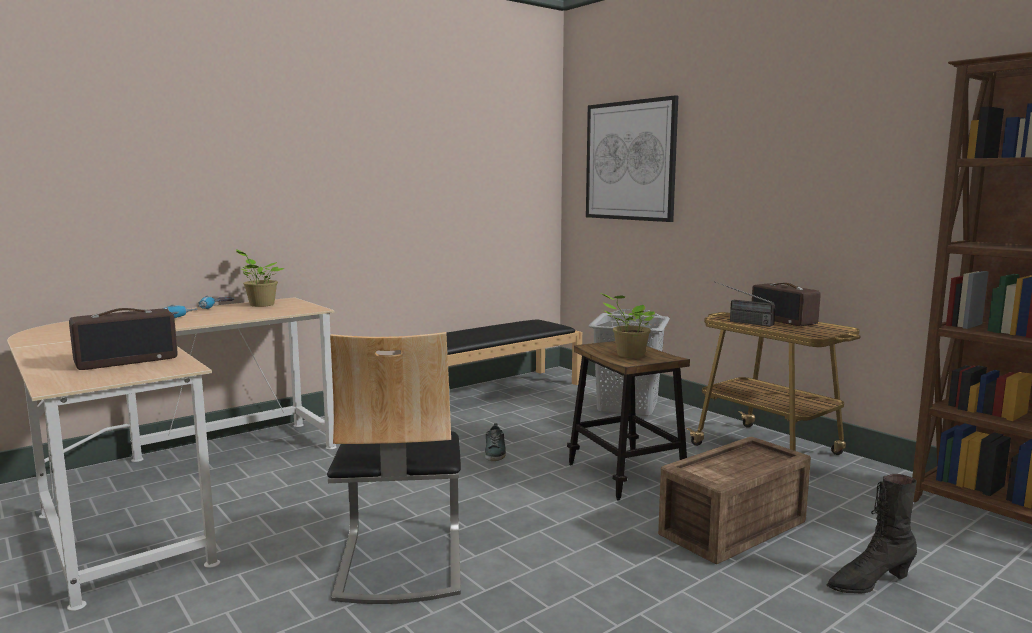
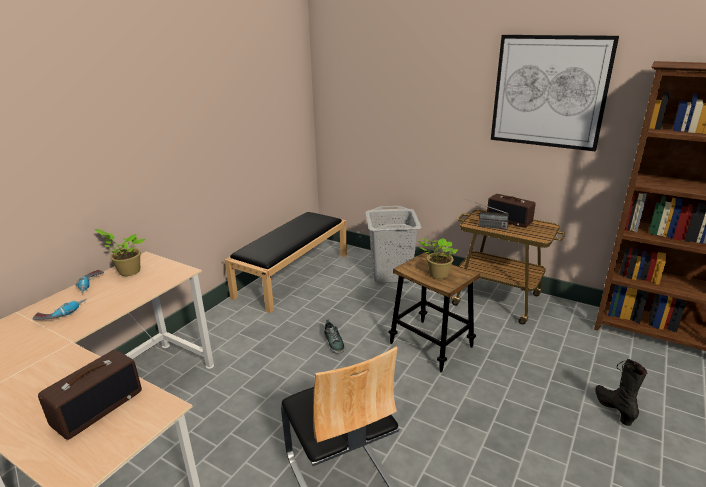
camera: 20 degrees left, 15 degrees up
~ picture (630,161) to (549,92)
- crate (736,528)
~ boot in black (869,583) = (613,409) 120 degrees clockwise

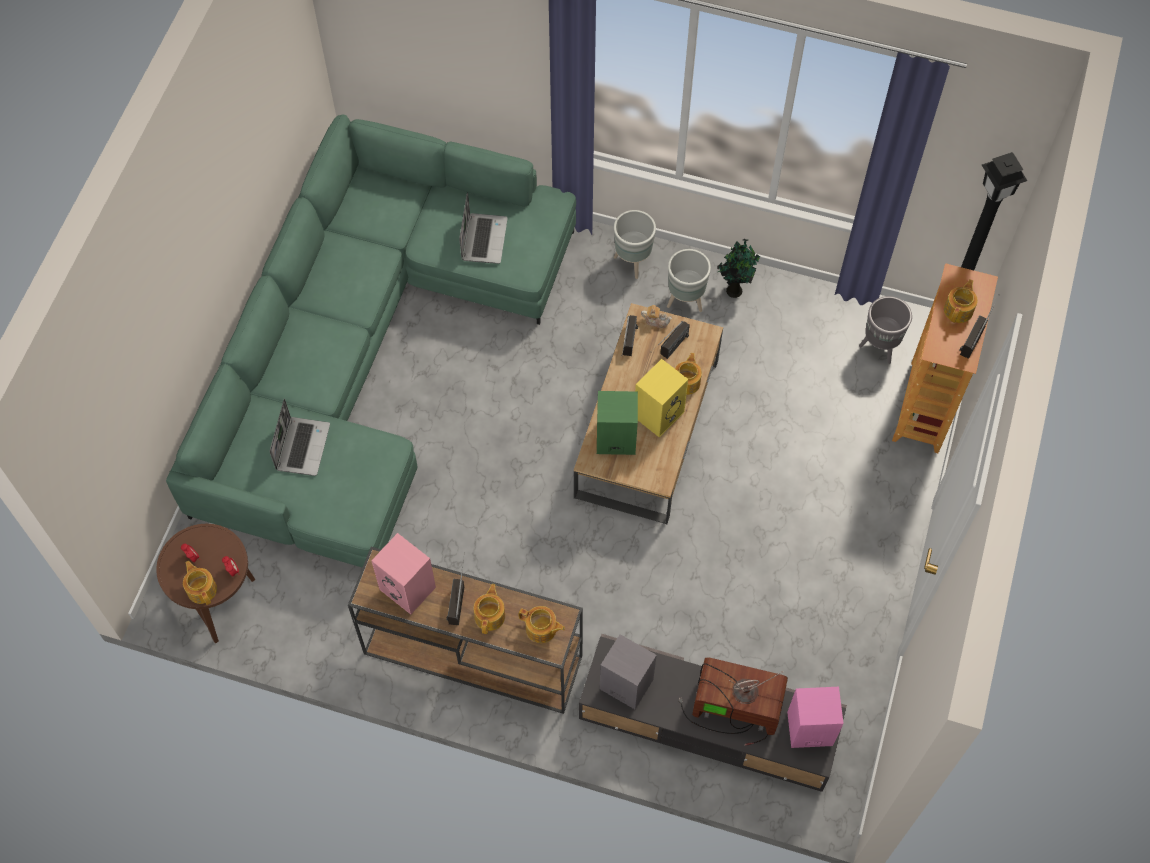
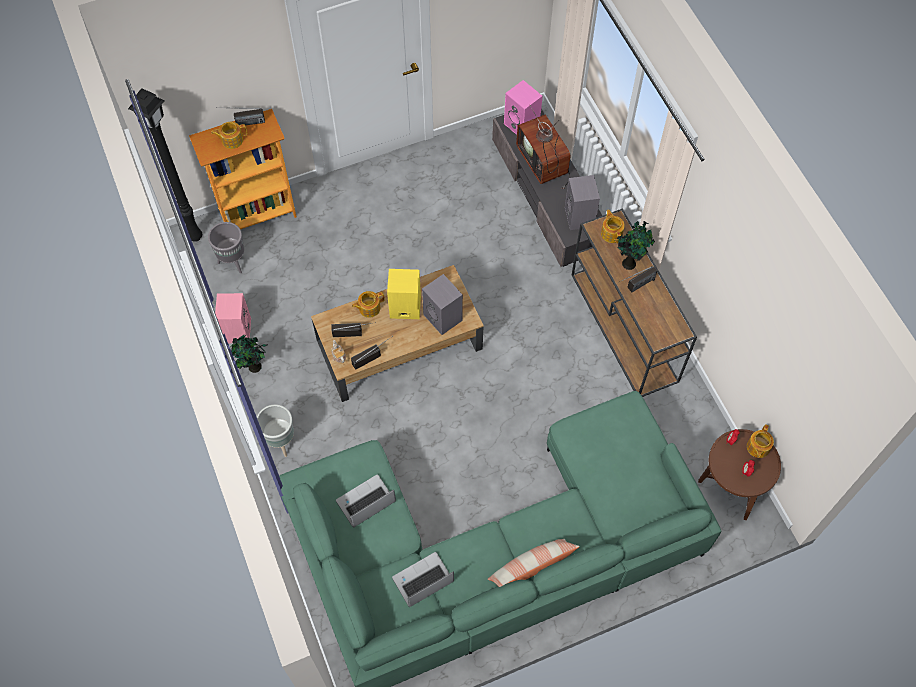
camera: 130 degrees left, 0 degrees up
~ laptop (302,446) to (422,581)
~ speaker in pink (409,588) to (236,329)
~ teapot (490,615) to potted plant (629,262)
~ speaker in green (614,440) to speaker in grey (444,318)
- planter in grey (686,300)
+ pillow (531,567)

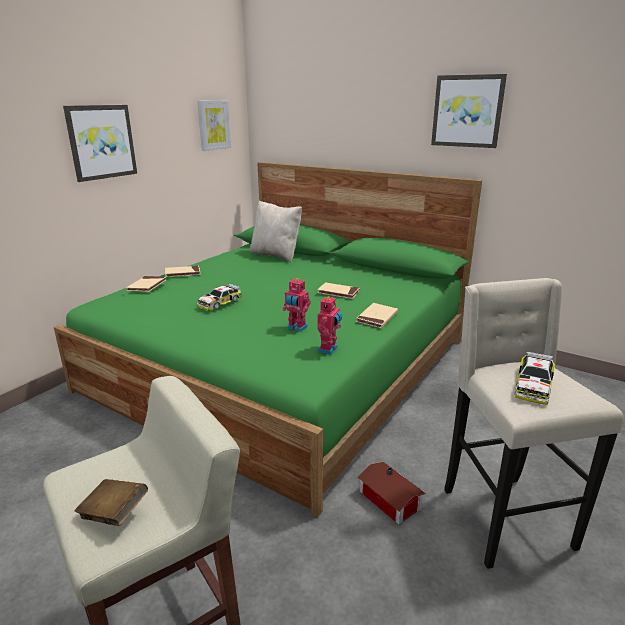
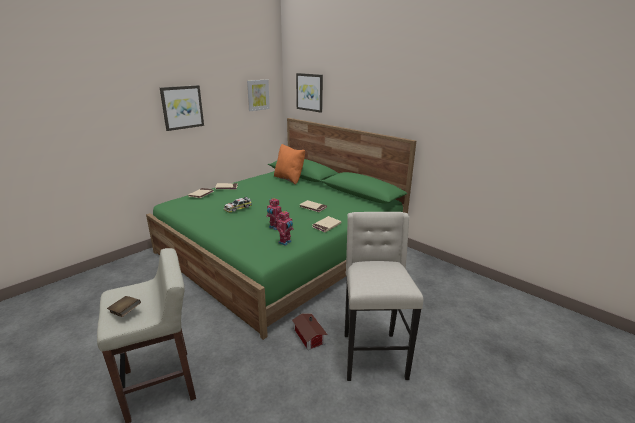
camera: 10 degrees right, 0 degrees up
~ pillow in beige (276,255) to pillow in orange (289,179)
~ picture (467,111) to (309,92)
- toy car (533,385)

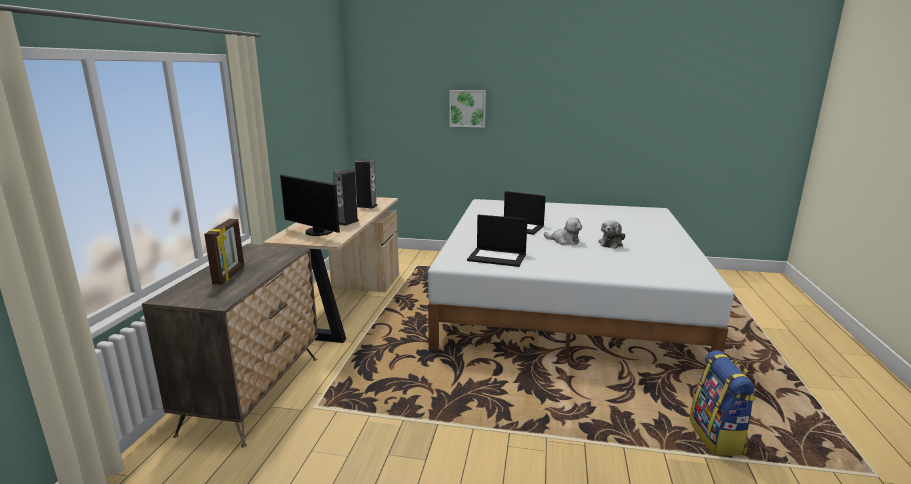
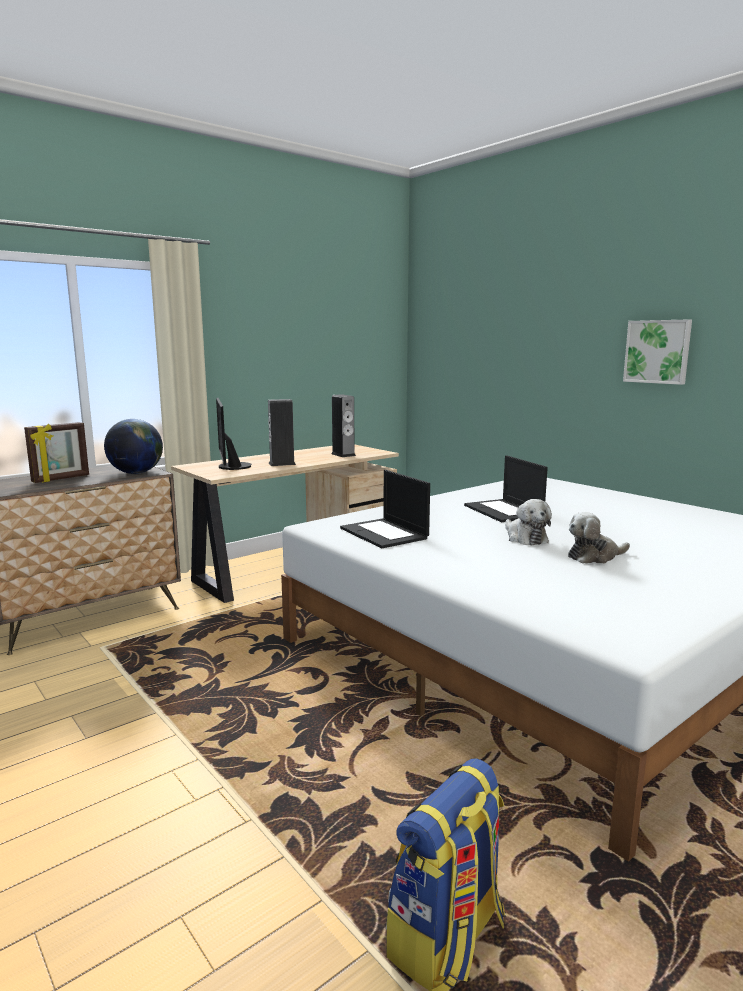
camera: 40 degrees right, 5 degrees down
~ picture (467,108) to (657,351)
+ globe (136,473)

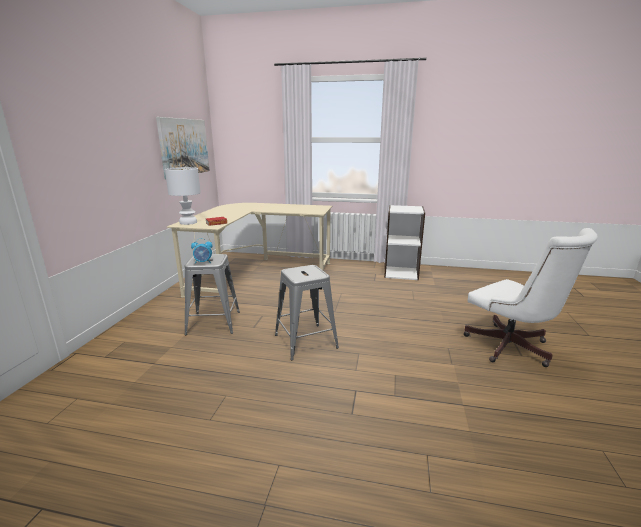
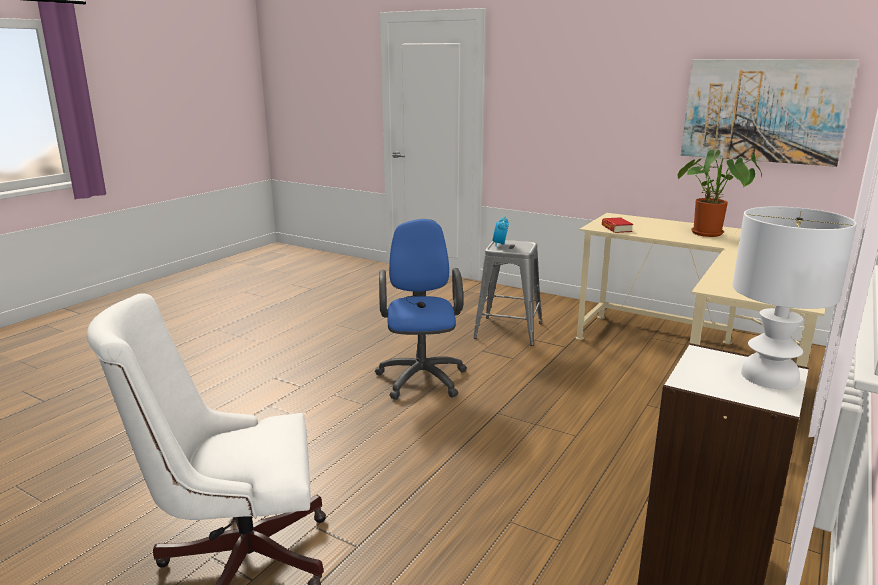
camera: 110 degrees right, 0 degrees up
~ table lamp in white (188,222) to (767,376)
~ stool in grey (306,341) to office chair in blue (421,376)
+ potted plant (711,234)

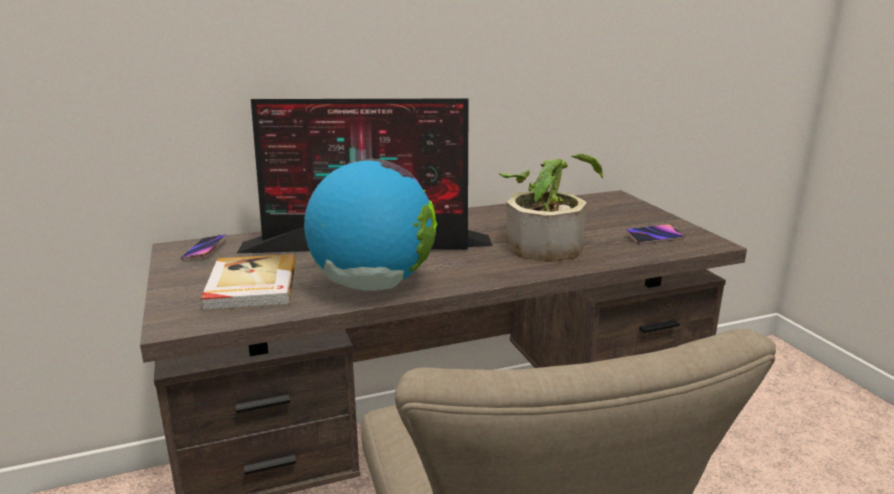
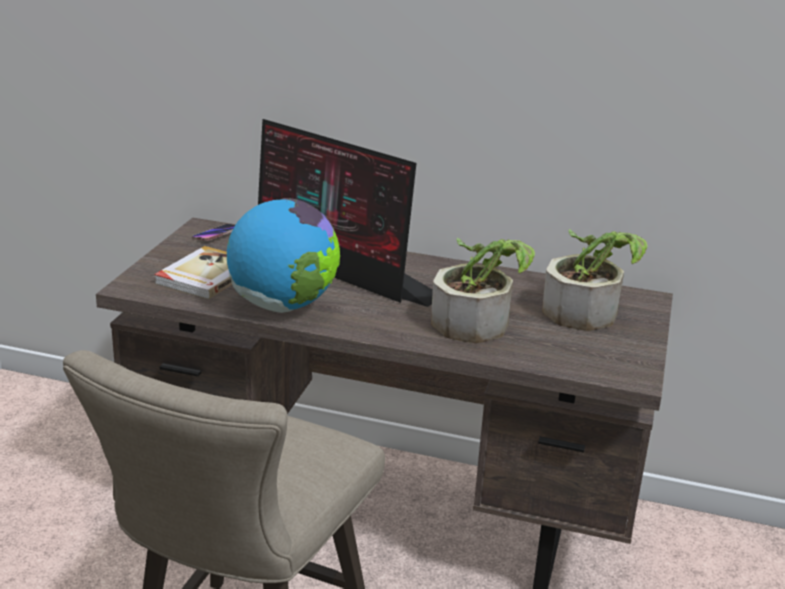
camera: 35 degrees right, 5 degrees up
- phone (653,237)
+ potted plant (588,310)

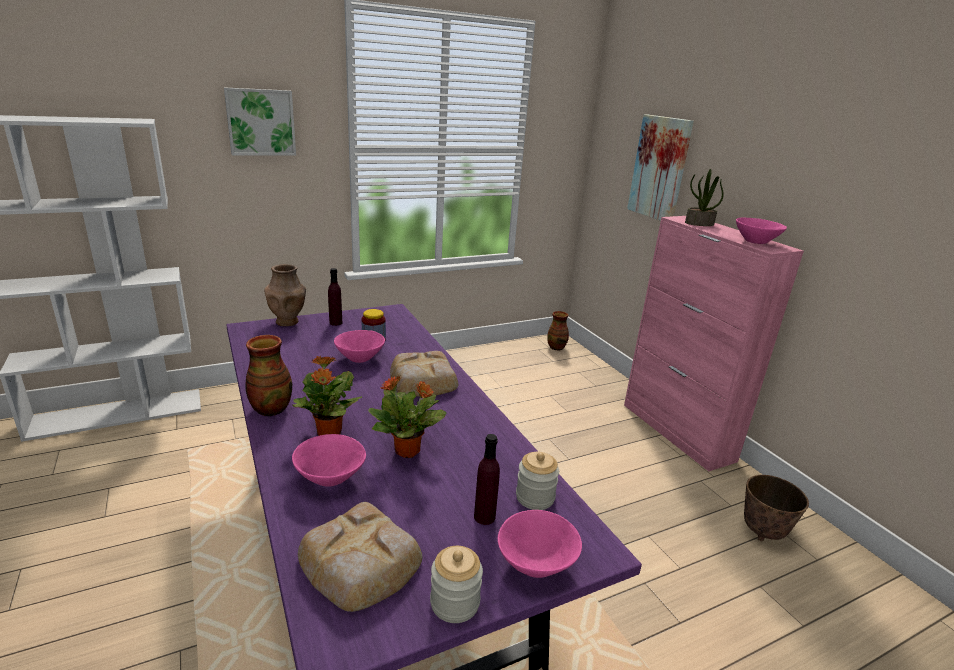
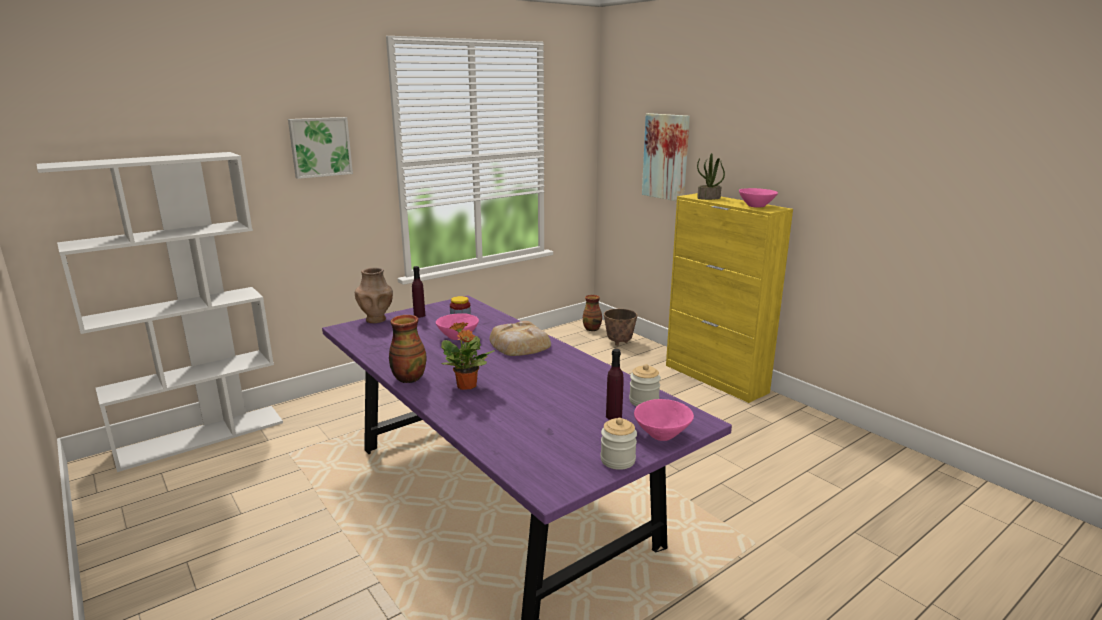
camera: 10 degrees left, 5 degrees down
- bowl in pink (331,478)
- bread (360,563)
- potted plant (408,451)
~ cabinet in pink (677,432) to cabinet in yellow (715,379)
~ planter (763,532) to (619,342)

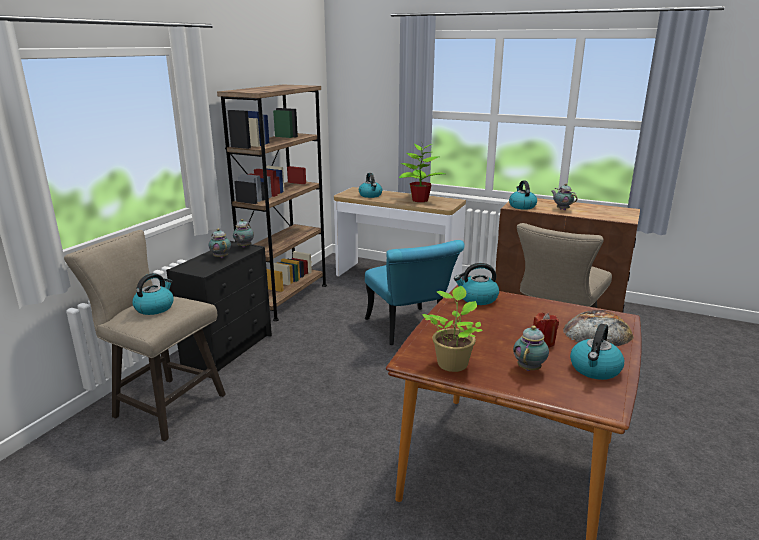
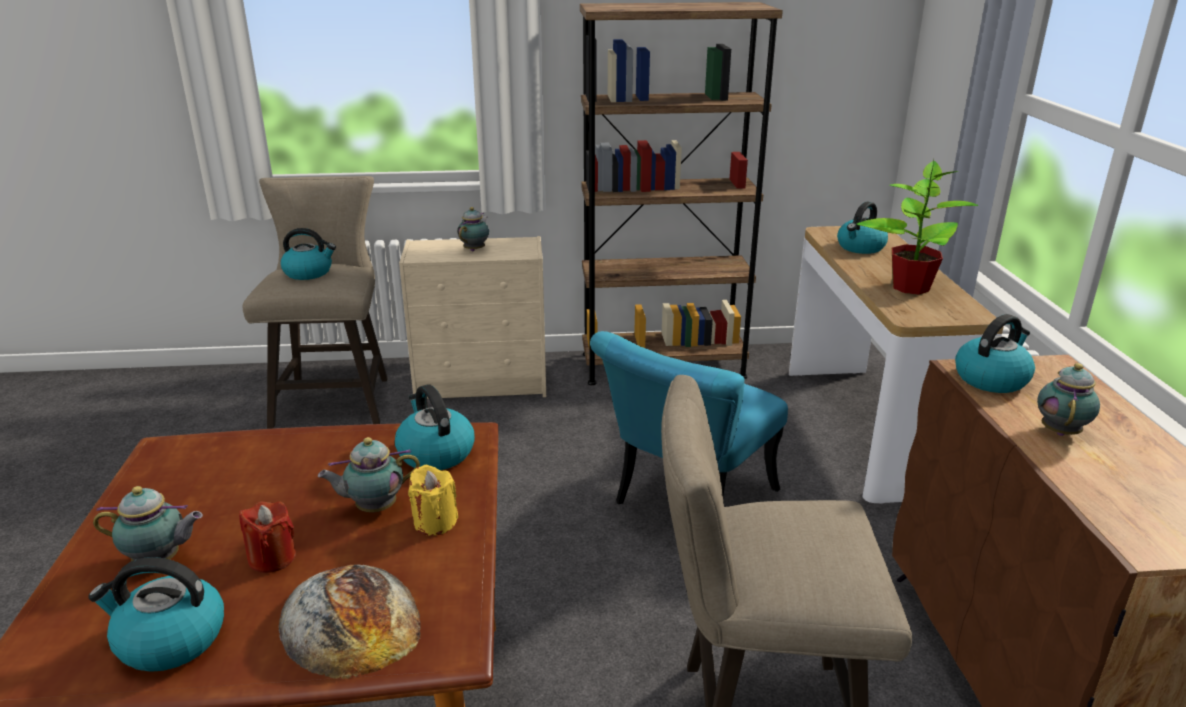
camera: 60 degrees right, 5 degrees up
~ dresser in black (229,349) to dresser in beige (483,384)
~ teapot (243,247) to (373,508)
- potted plant (452,363)
+ candle in yellow (435,522)

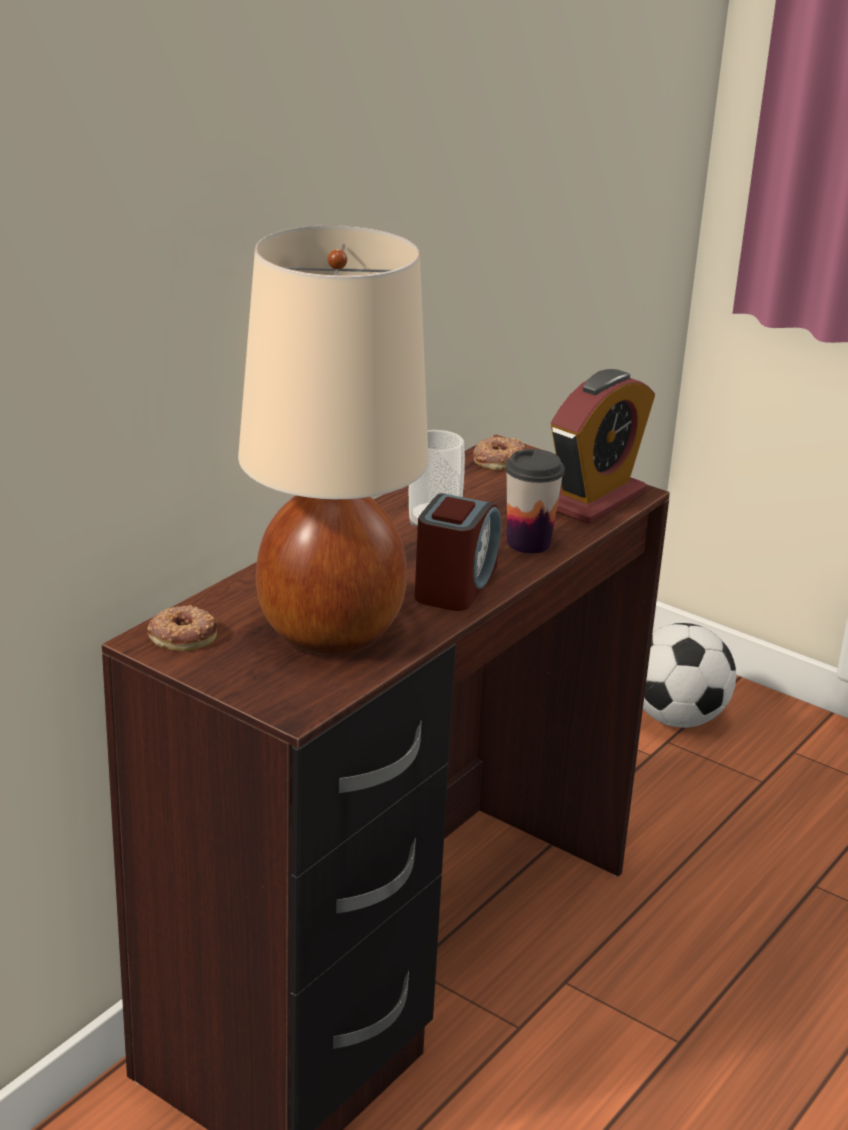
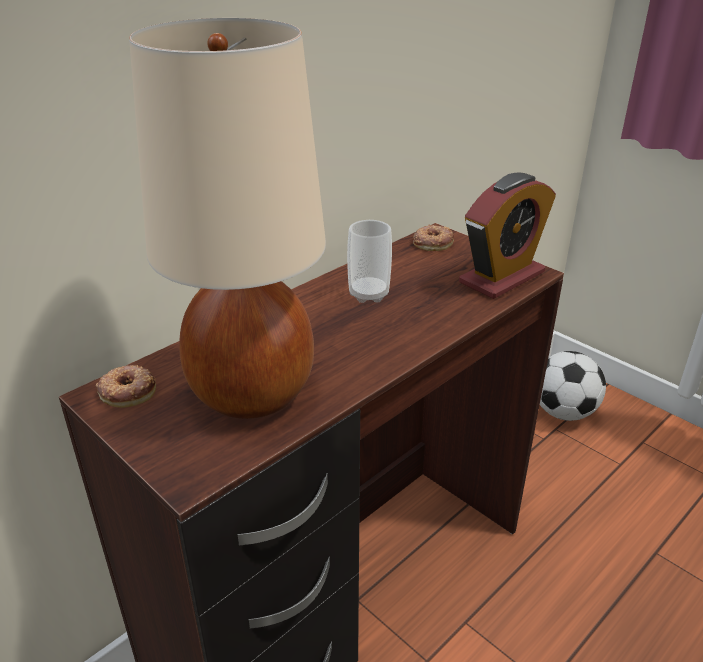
camera: 10 degrees right, 5 degrees up
- alarm clock (455,584)
- cup (528,543)

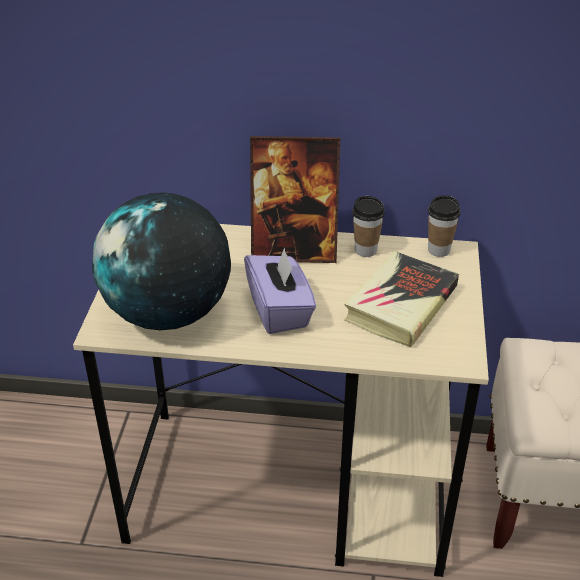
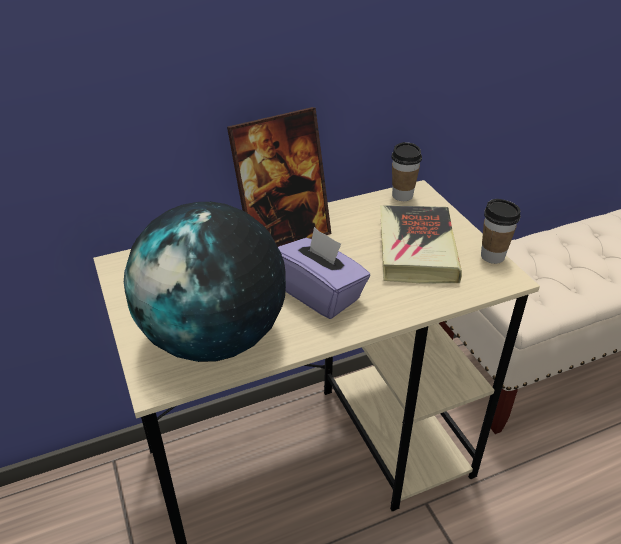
camera: 30 degrees left, 0 degrees up
~ cup (365,250) to (492,256)

